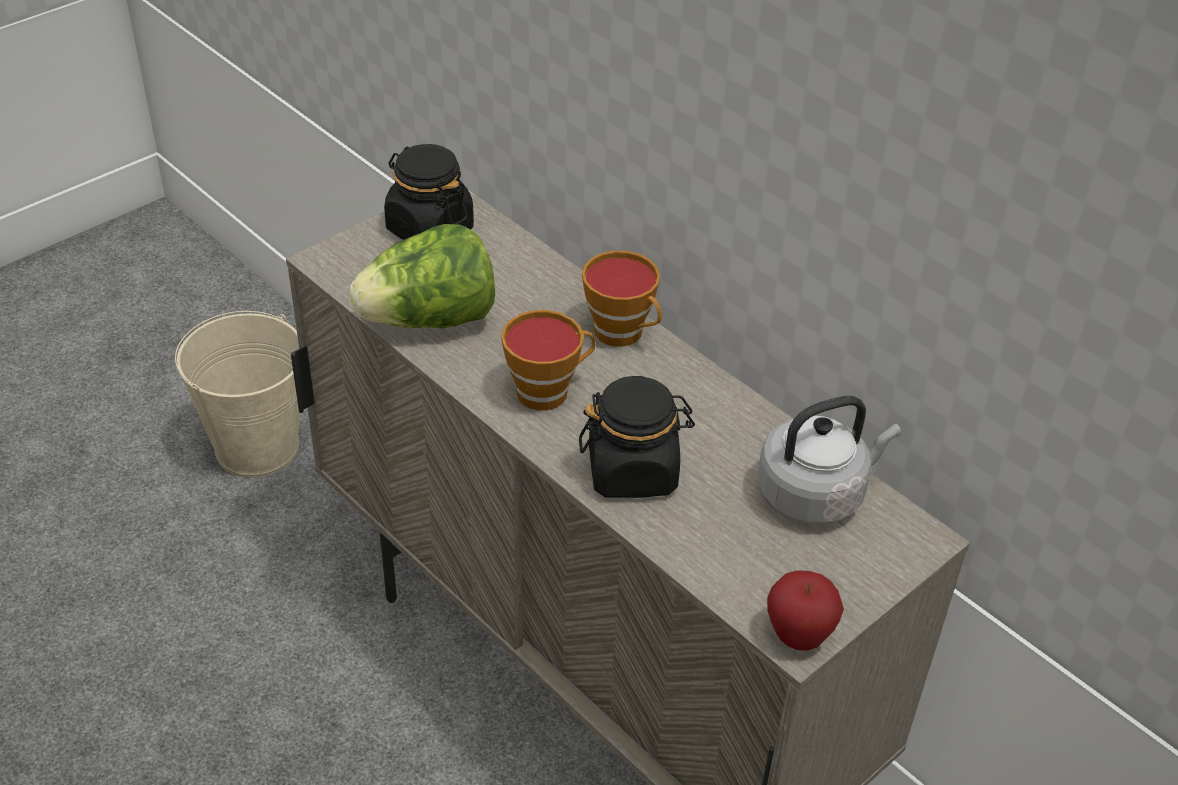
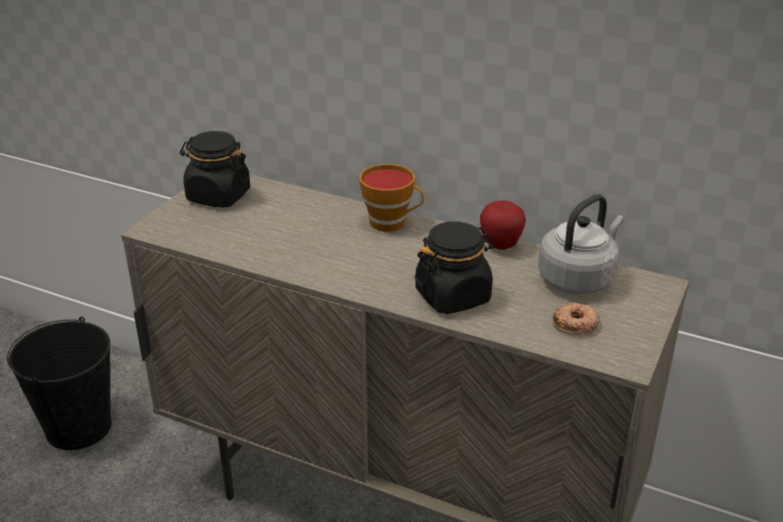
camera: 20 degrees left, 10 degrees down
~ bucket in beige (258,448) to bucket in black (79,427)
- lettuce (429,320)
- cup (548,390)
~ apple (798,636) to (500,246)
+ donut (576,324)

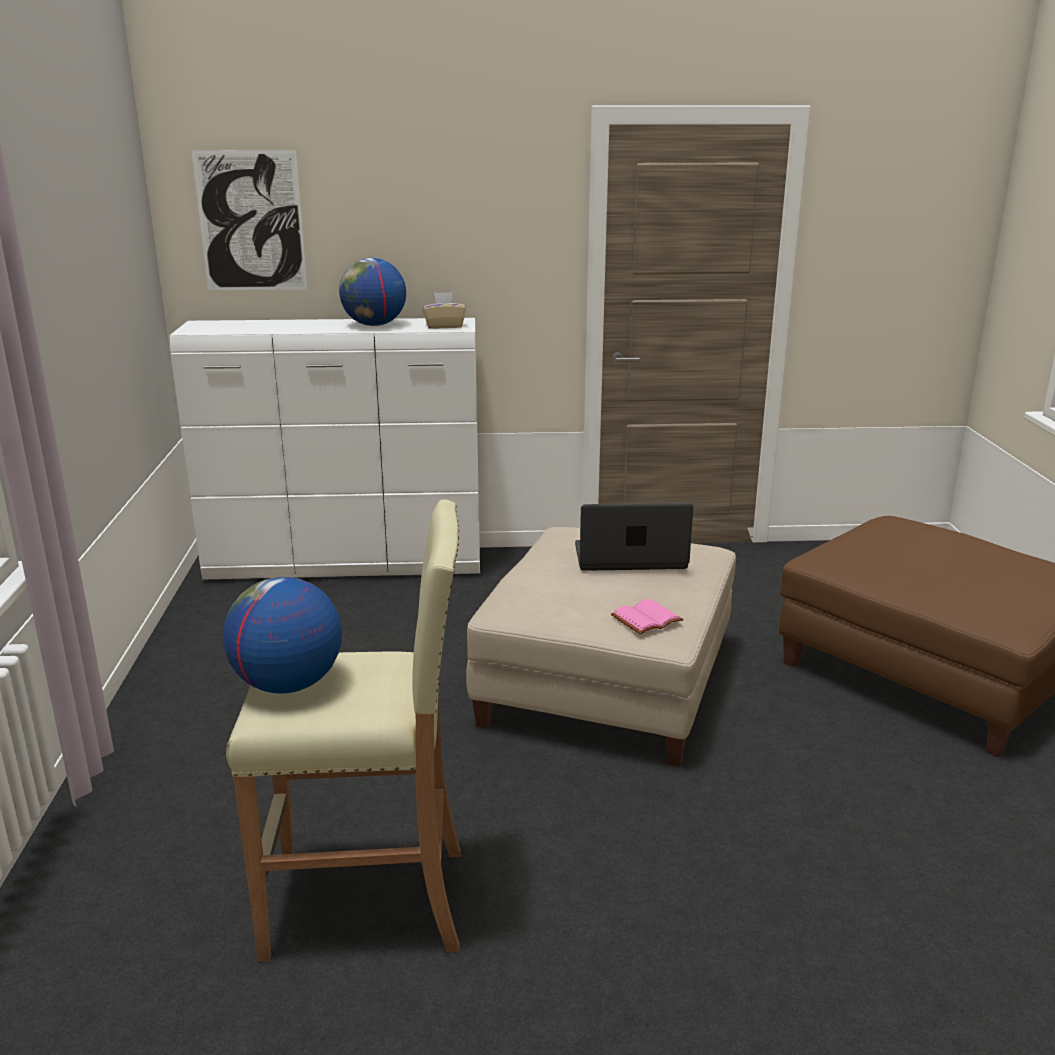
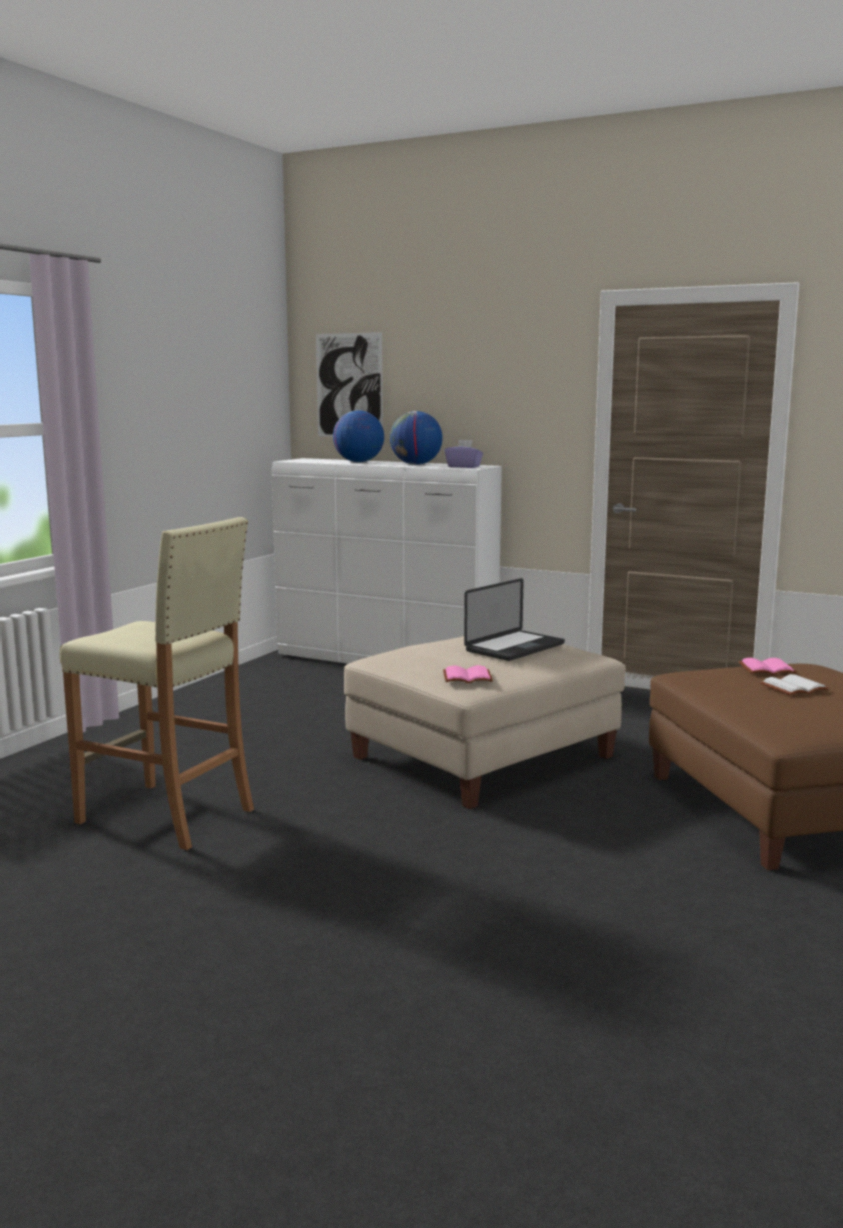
camera: 30 degrees right, 10 degrees down
~ globe (287,685) to (358,462)
~ tissue box in beige (444,326) to tissue box in purple (464,467)
~ laptop (630,557) = (515,647) 105 degrees clockwise
+ book in pink (766,669)
+ book in white (794,688)

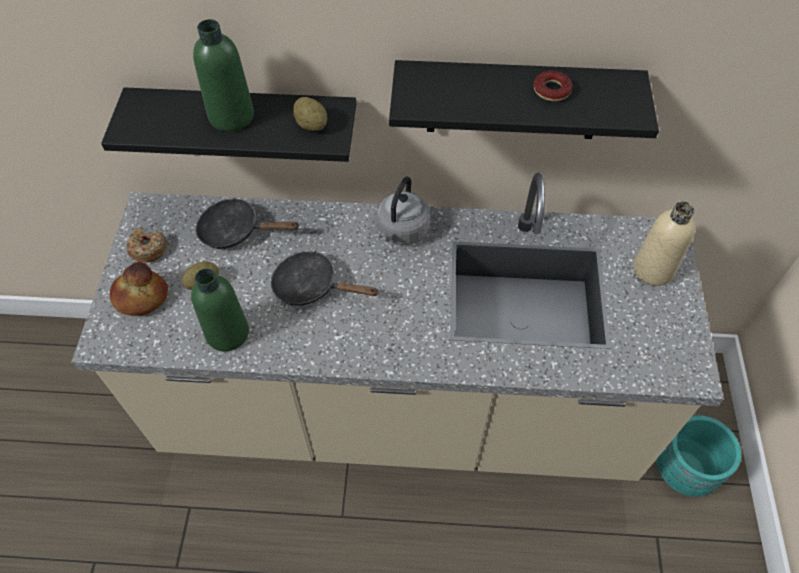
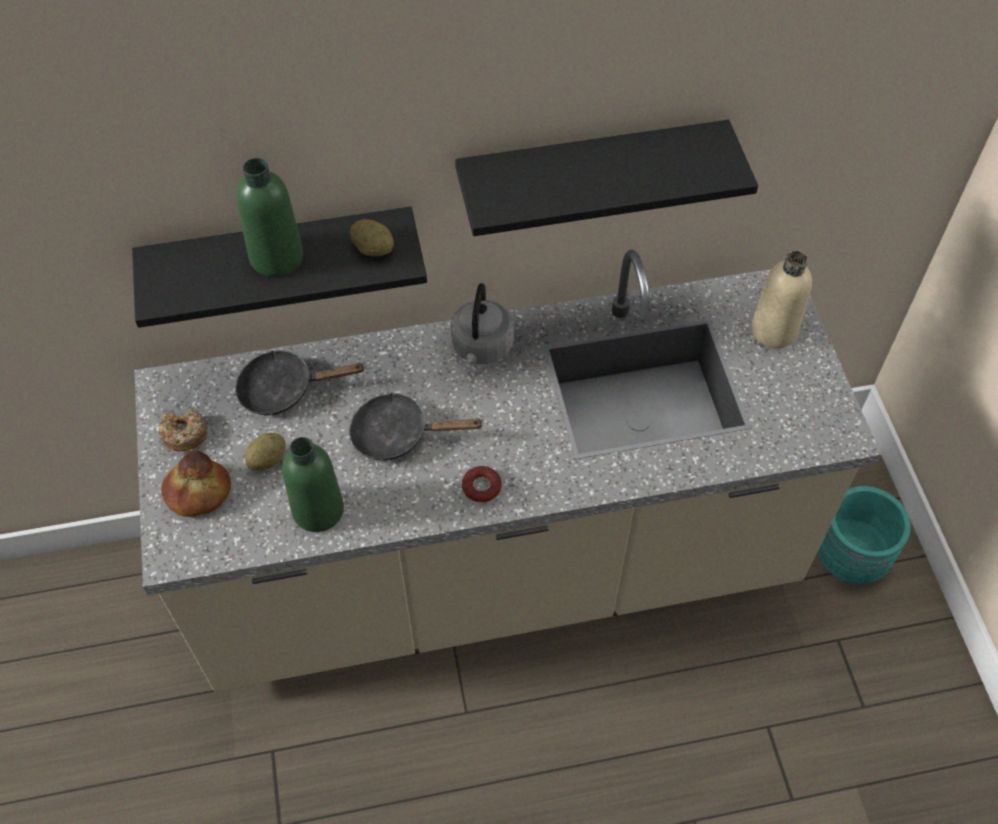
camera: 15 degrees left, 0 degrees up
~ donut (551,90) to (481,487)

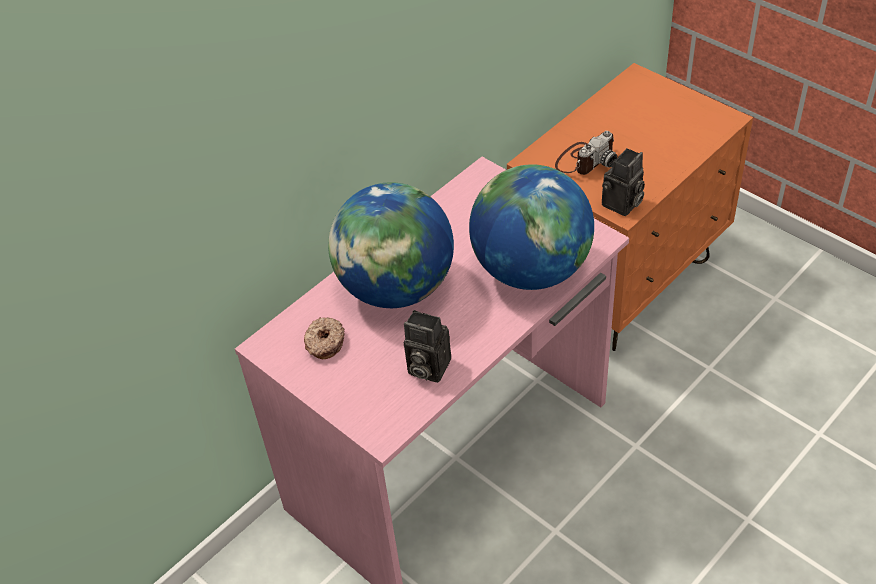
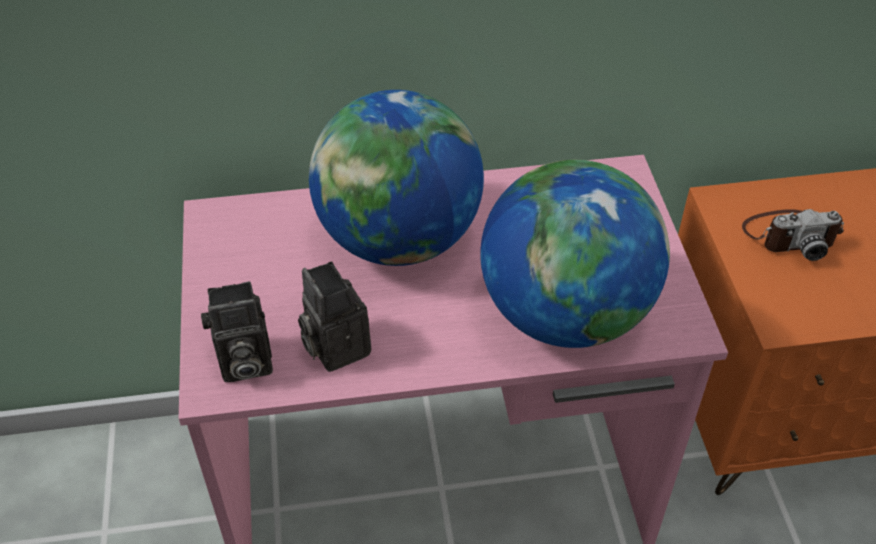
camera: 35 degrees right, 0 degrees up
- donut (324,343)
~ photo camera (622,205) to (243,364)

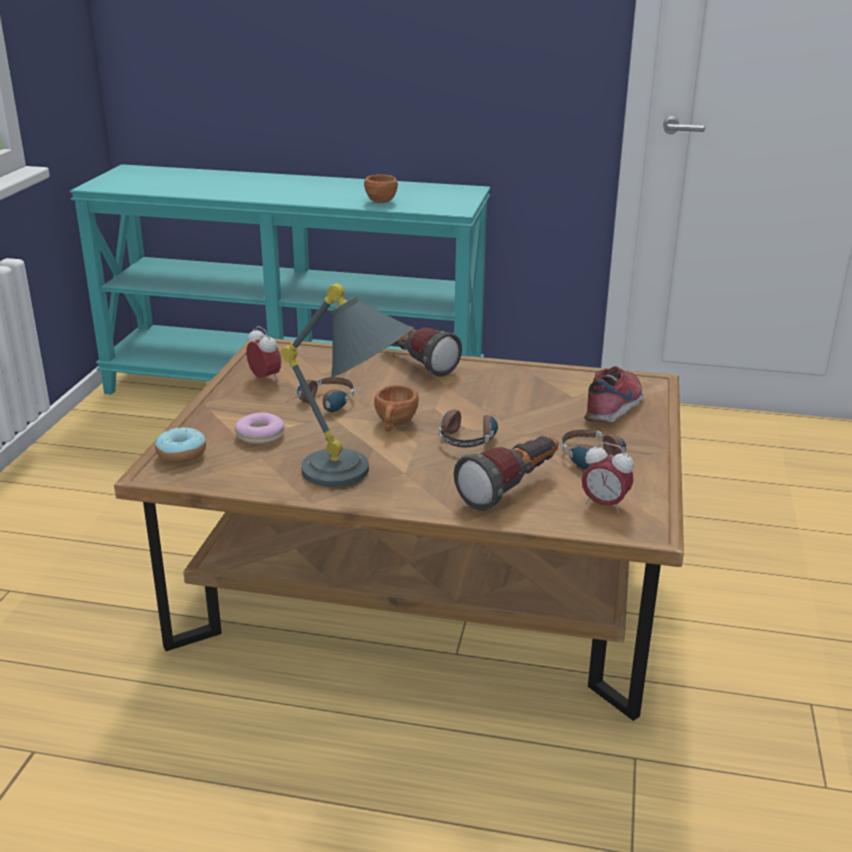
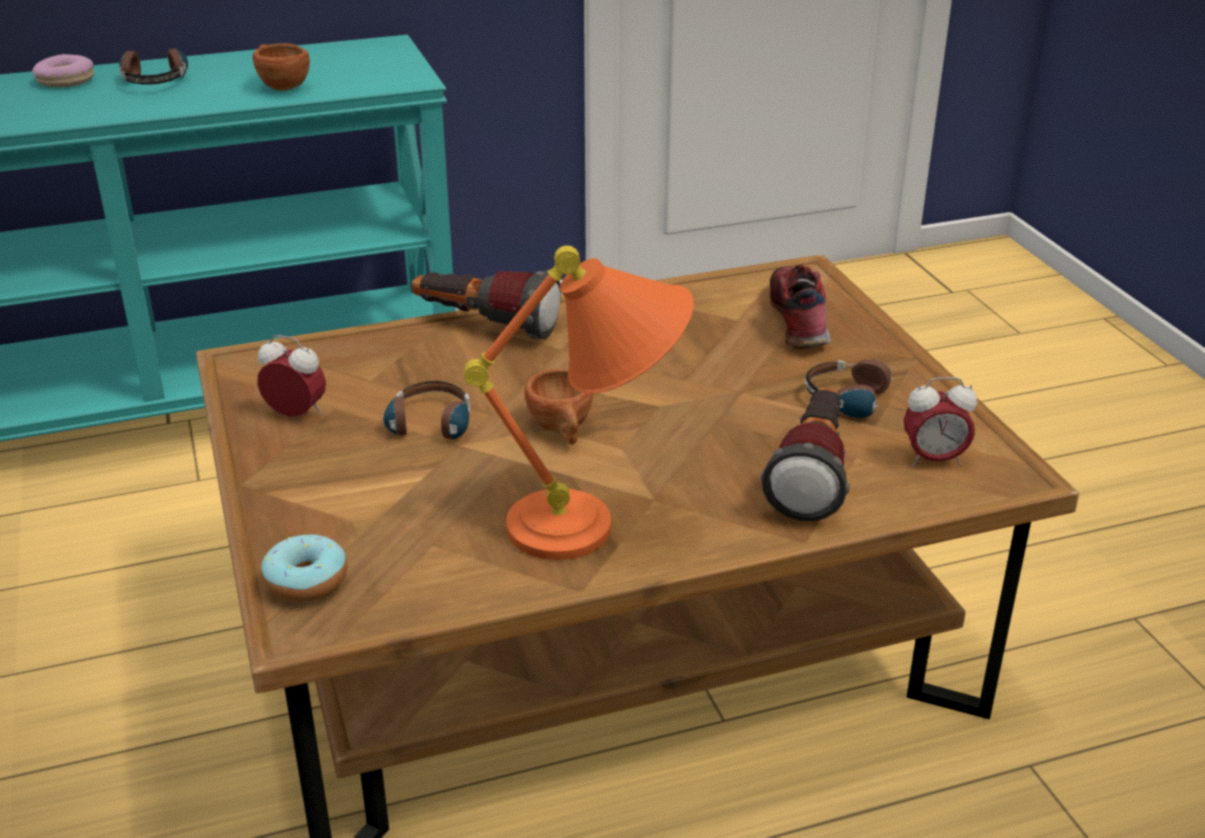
camera: 30 degrees left, 5 degrees up
~ donut (260,436) to (65,80)
~ table lamp in grey (357,476) to table lamp in orange (599,526)
~ headphones (468,435) to (155,78)

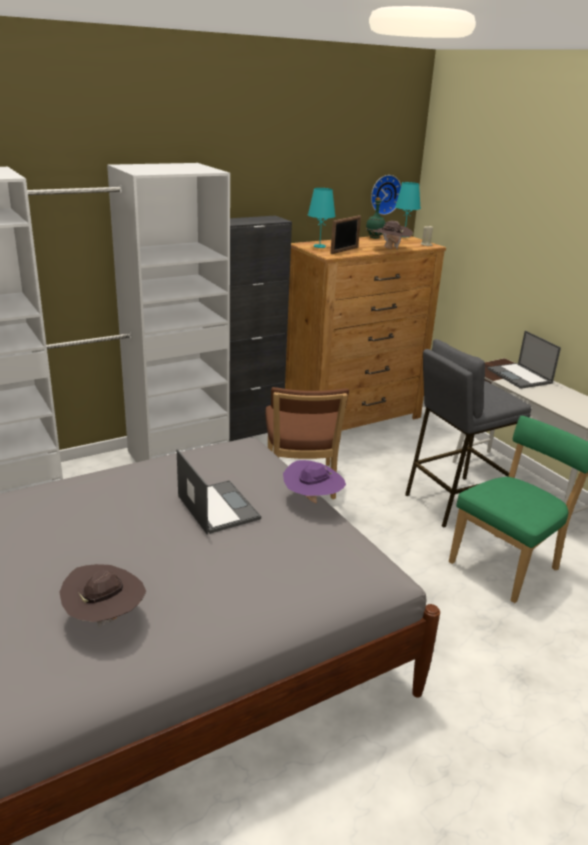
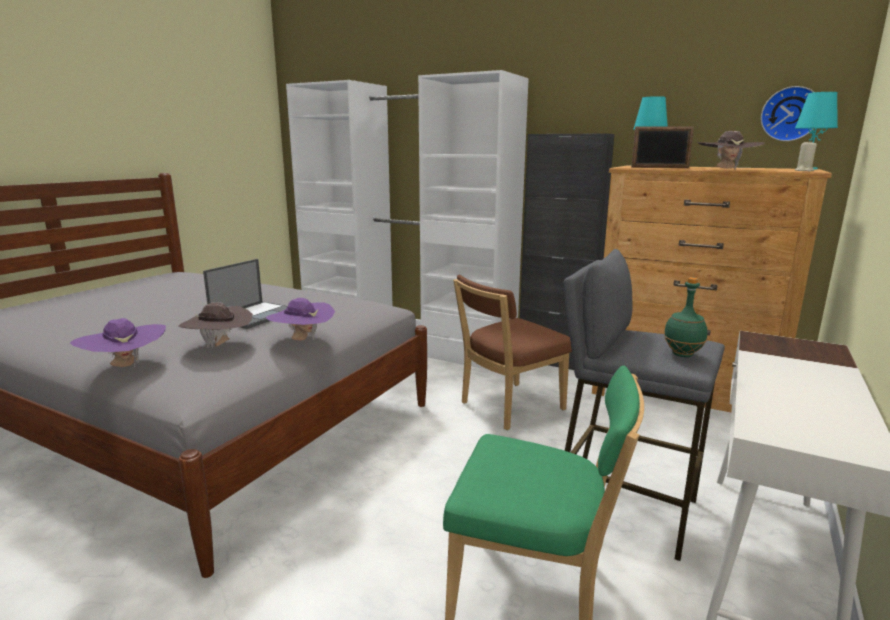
camera: 60 degrees right, 10 degrees down
~ hat in brown (105,618) to (220,346)
~ bottle in green (374,237) to (682,354)
- laptop (520,376)
+ hat in purple (126,366)

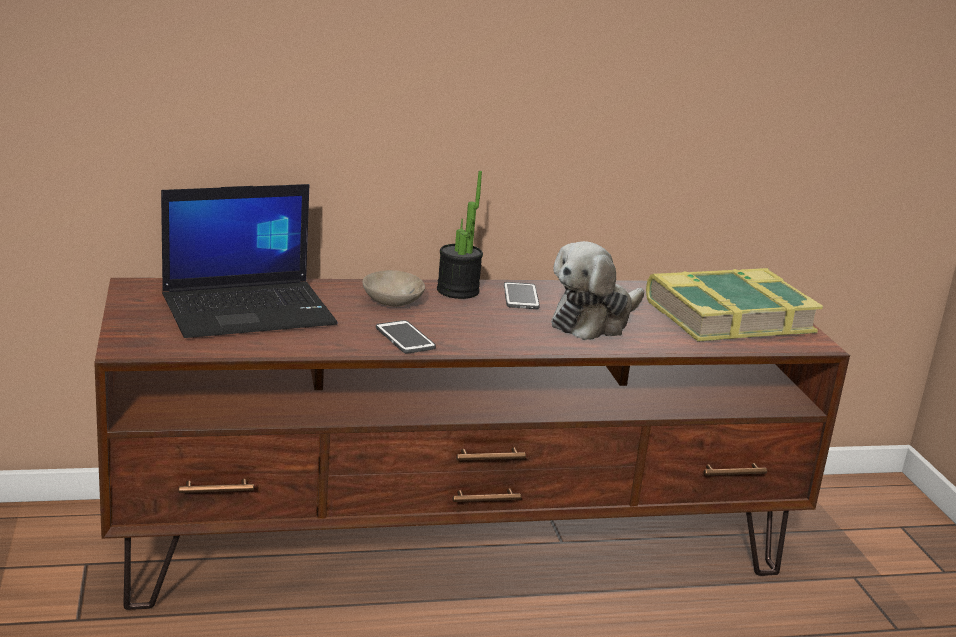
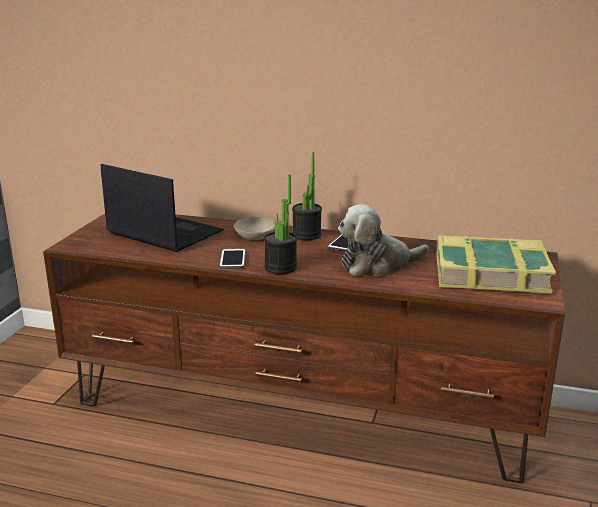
camera: 30 degrees right, 0 degrees up
~ laptop (250,310) = (163,232) 150 degrees counterclockwise
+ potted plant (280,268)

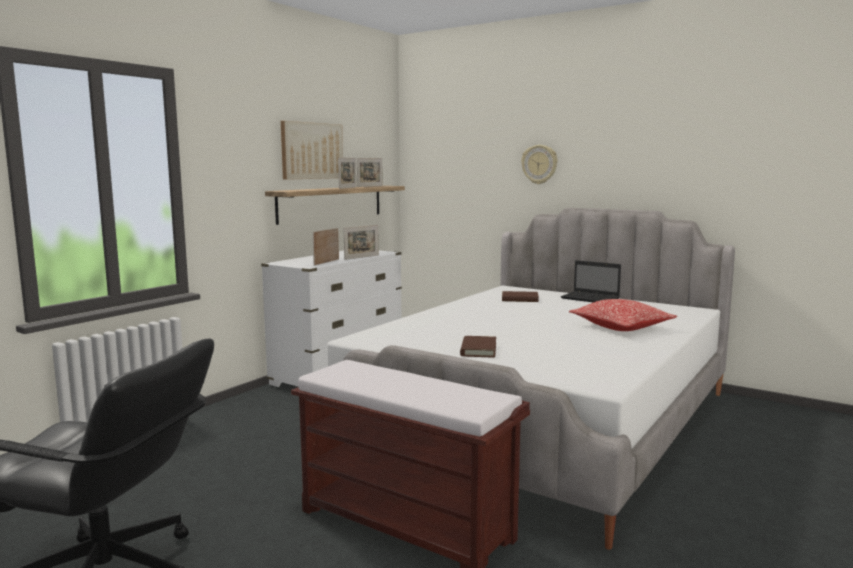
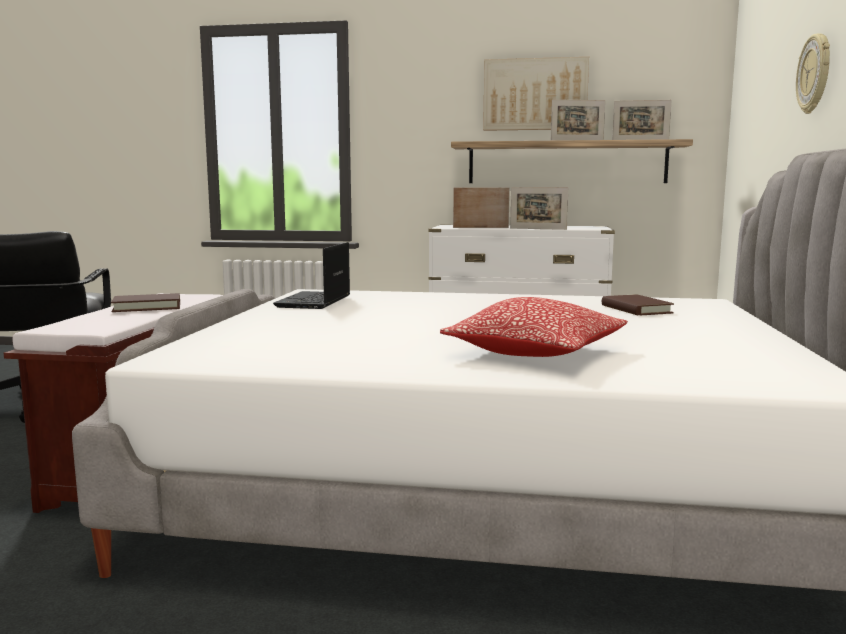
camera: 65 degrees right, 0 degrees up
~ book in brown (478,350) to (147,307)
~ laptop (591,299) to (314,302)

